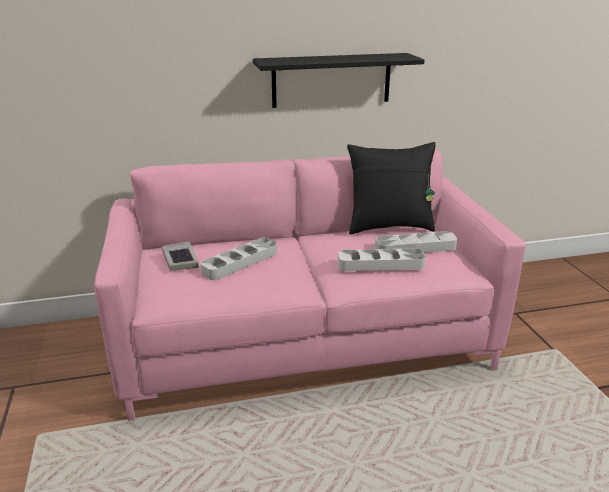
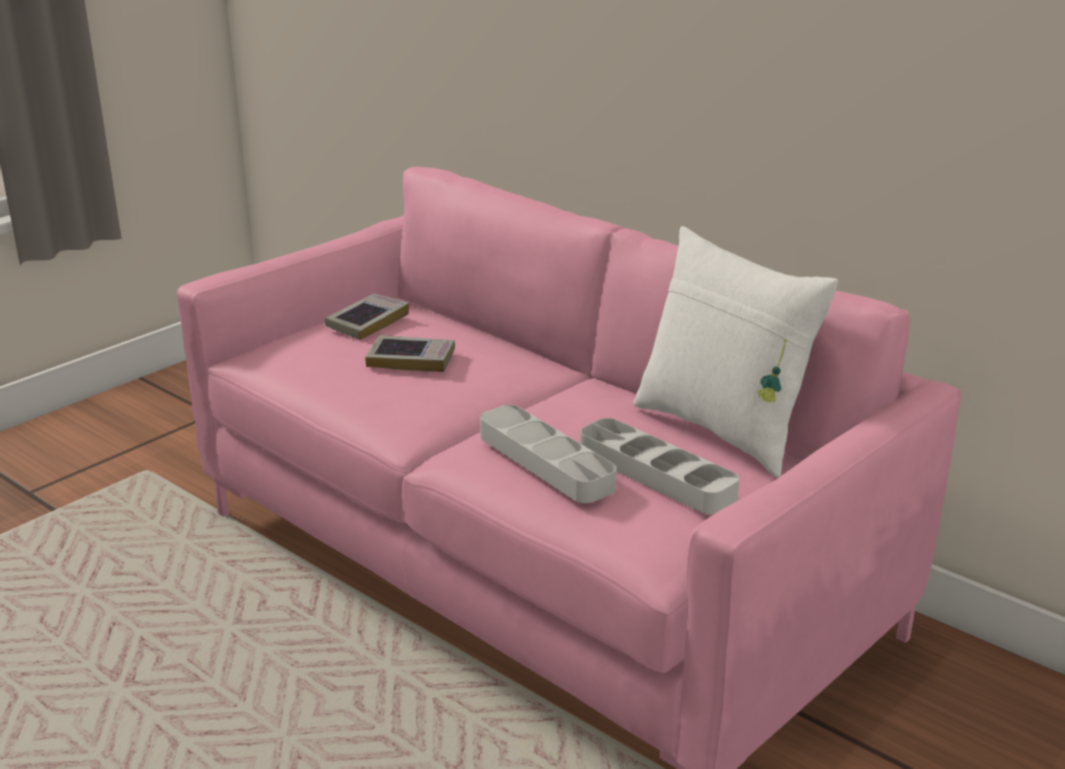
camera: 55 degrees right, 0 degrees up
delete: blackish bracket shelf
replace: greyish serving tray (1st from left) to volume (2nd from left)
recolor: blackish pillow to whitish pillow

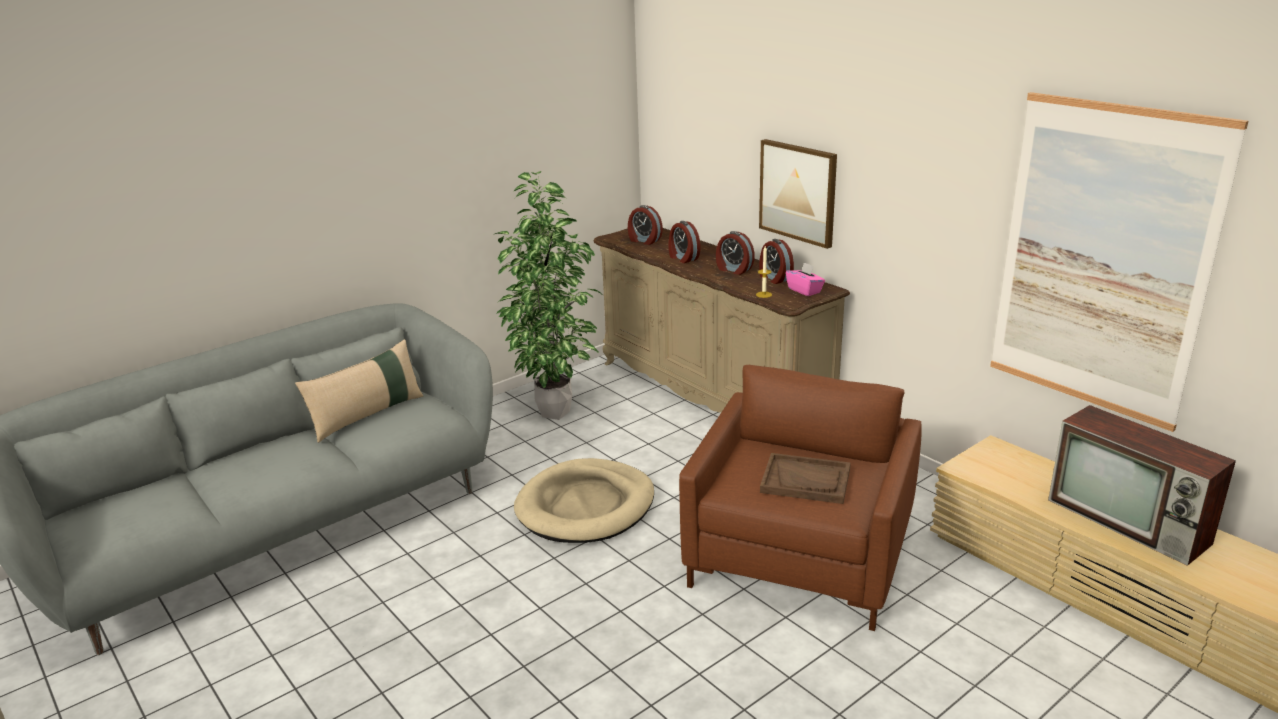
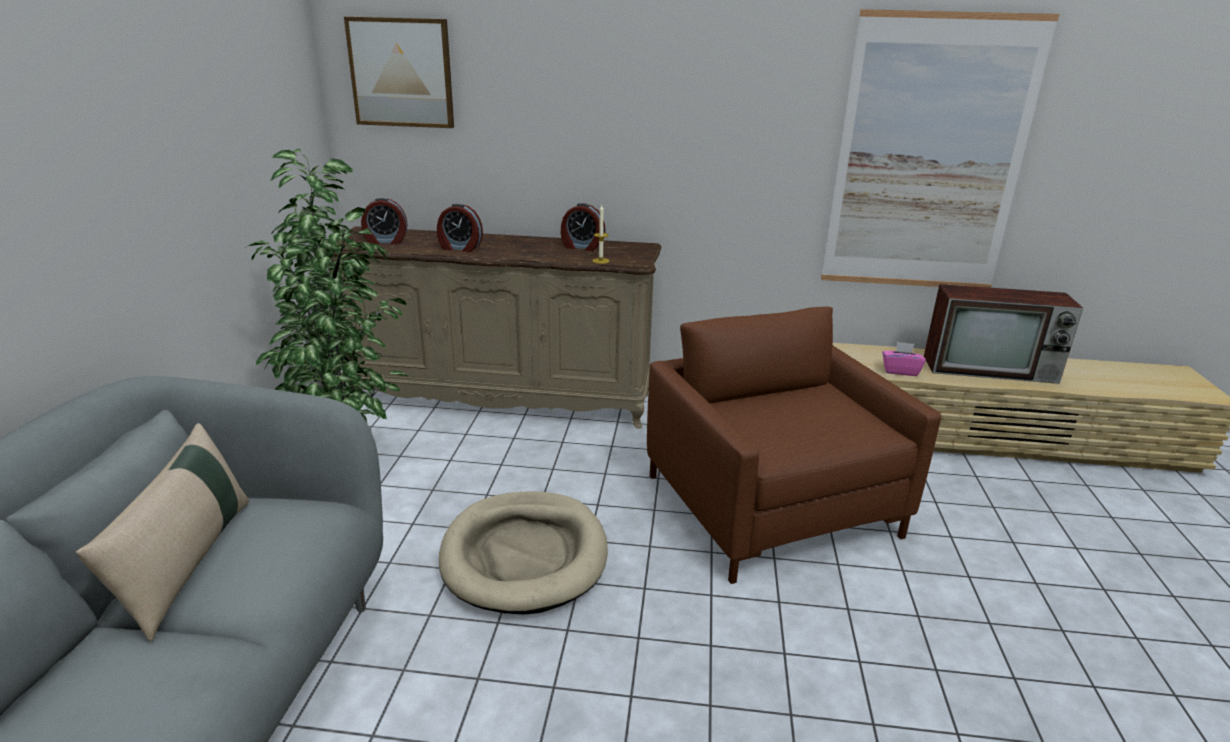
camera: 45 degrees left, 0 degrees up
delete: alarm clock (3rd from left); brownish serving tray
move: picture (1st from left); pink tissue holder

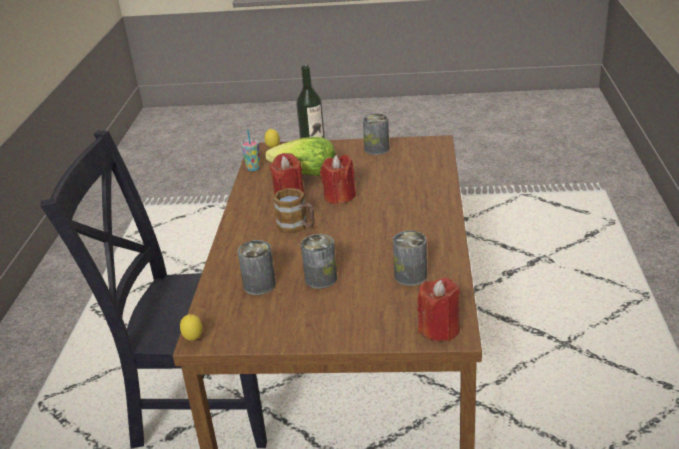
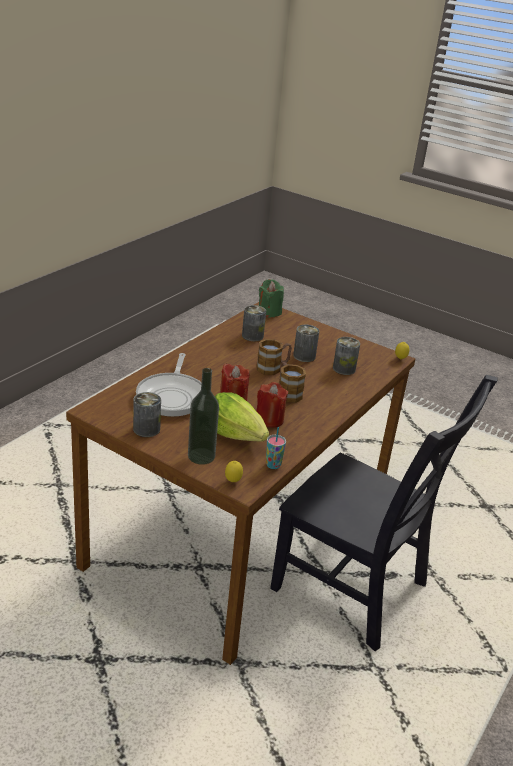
camera: 155 degrees left, 0 degrees up
insert: skillet; mug (1st from left)
recolor: red wax candle (3rd from left) to greenish wax candle

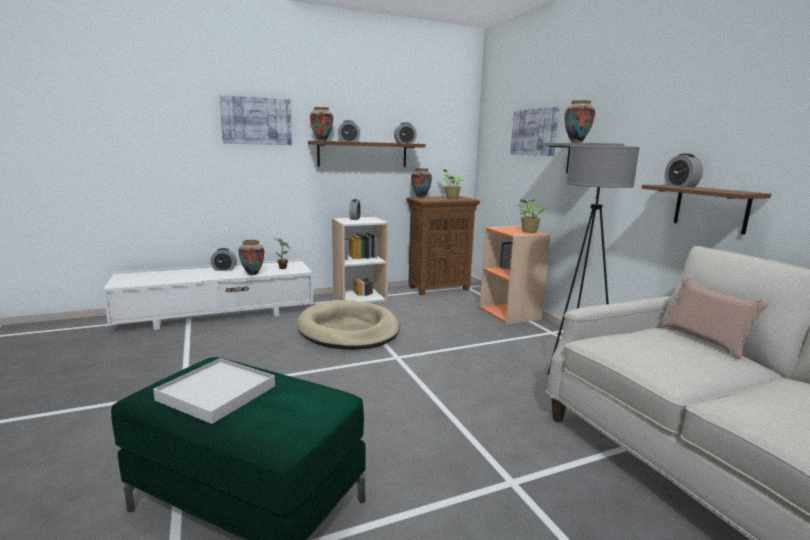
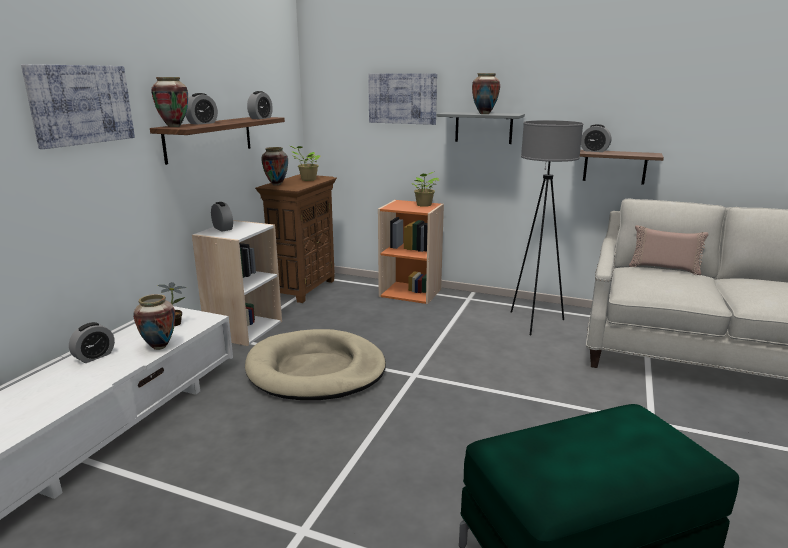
camera: 45 degrees left, 5 degrees up
delete: whitish serving tray

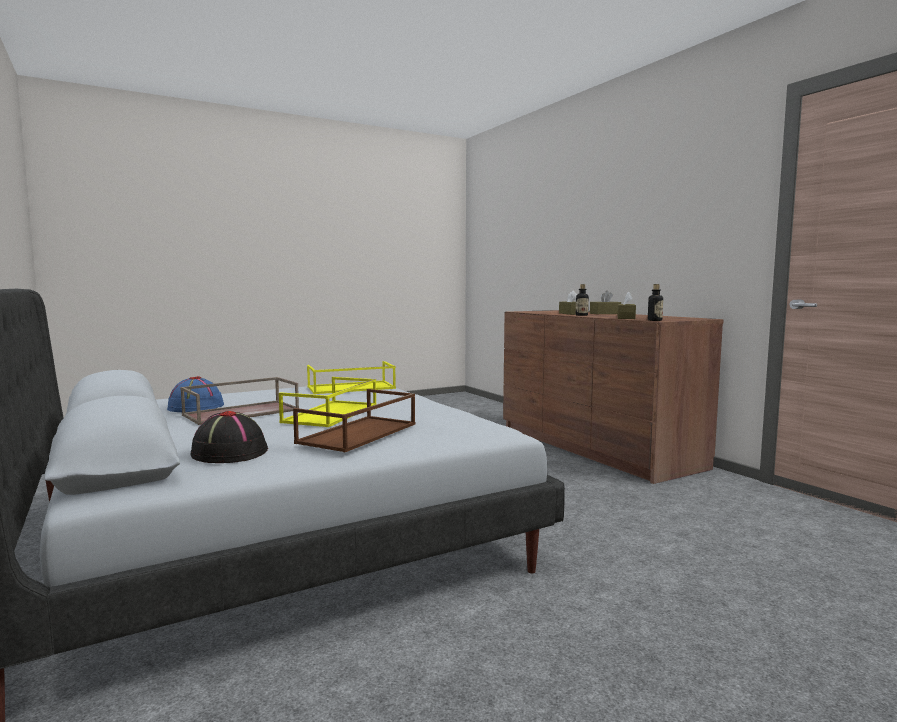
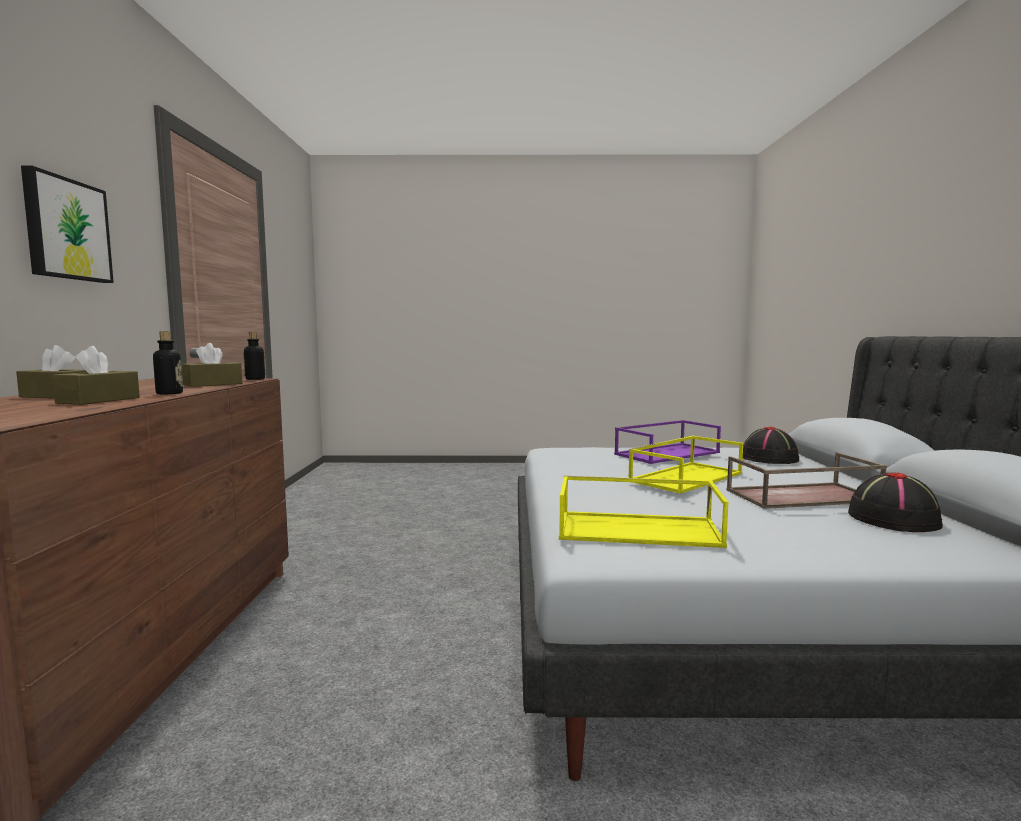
camera: 150 degrees left, 0 degrees up
insert: picture
recolor: bluish wearable hat to blackish wearable hat (2nd from left); brownish serving tray (2nd from left) to purplish serving tray

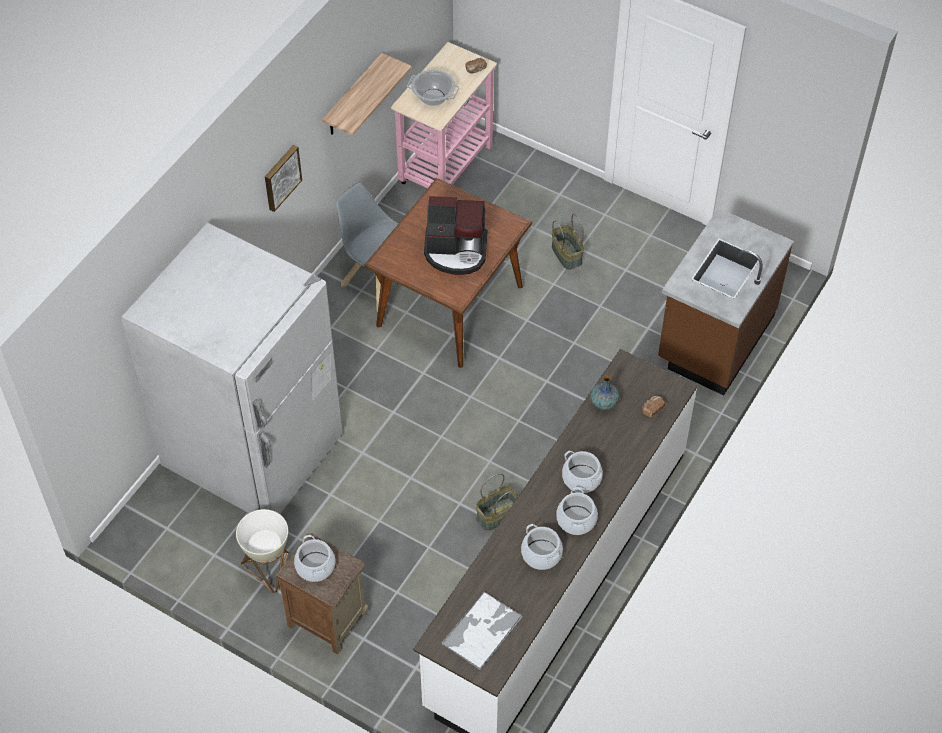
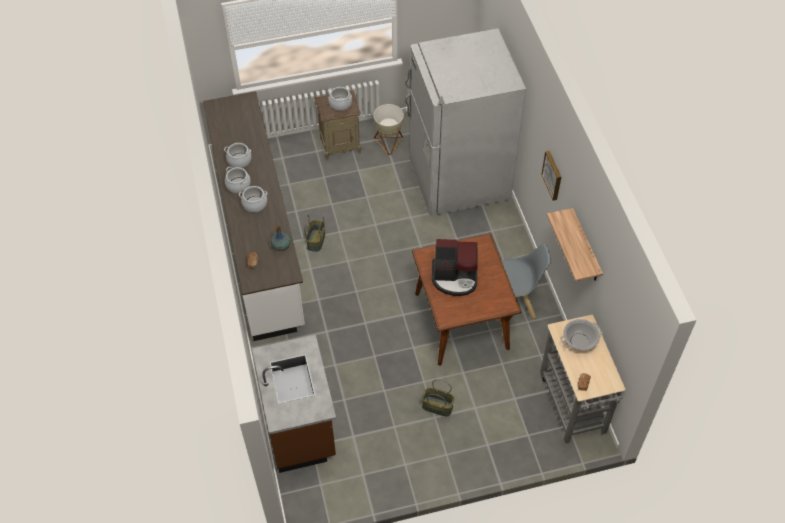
camera: 135 degrees right, 0 degrees up
delete: serving tray
recolor: pink trolley to greyish trolley
rotate: coffee maker 135 degrees counterclockwise

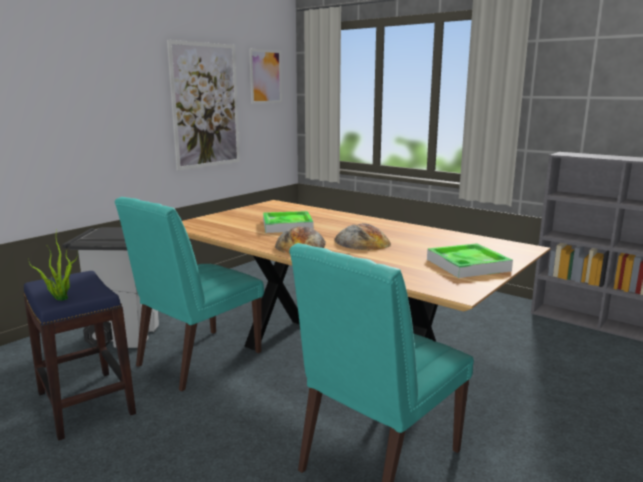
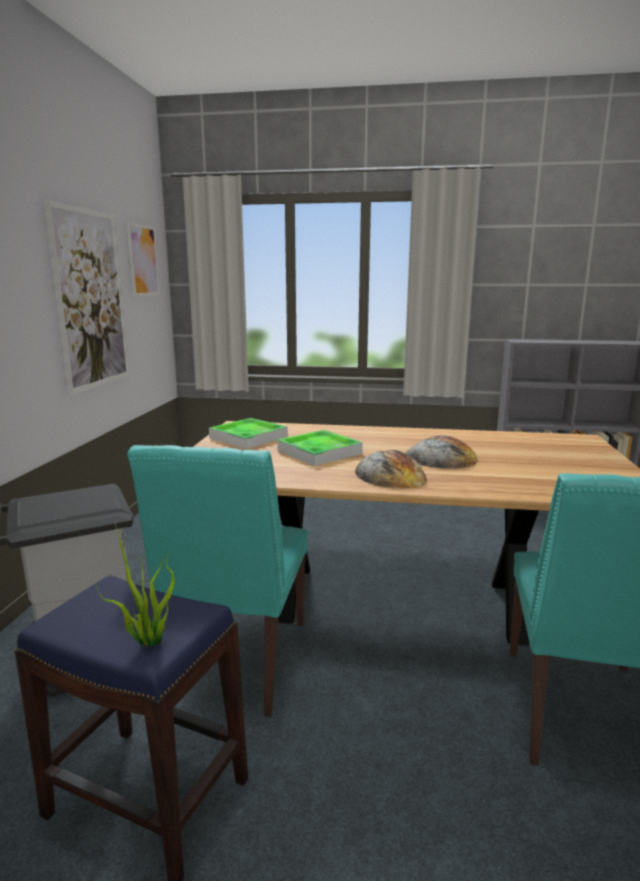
camera: 30 degrees left, 0 degrees up
move: serving tray (2nd from left in the first image) to serving tray (1st from left)

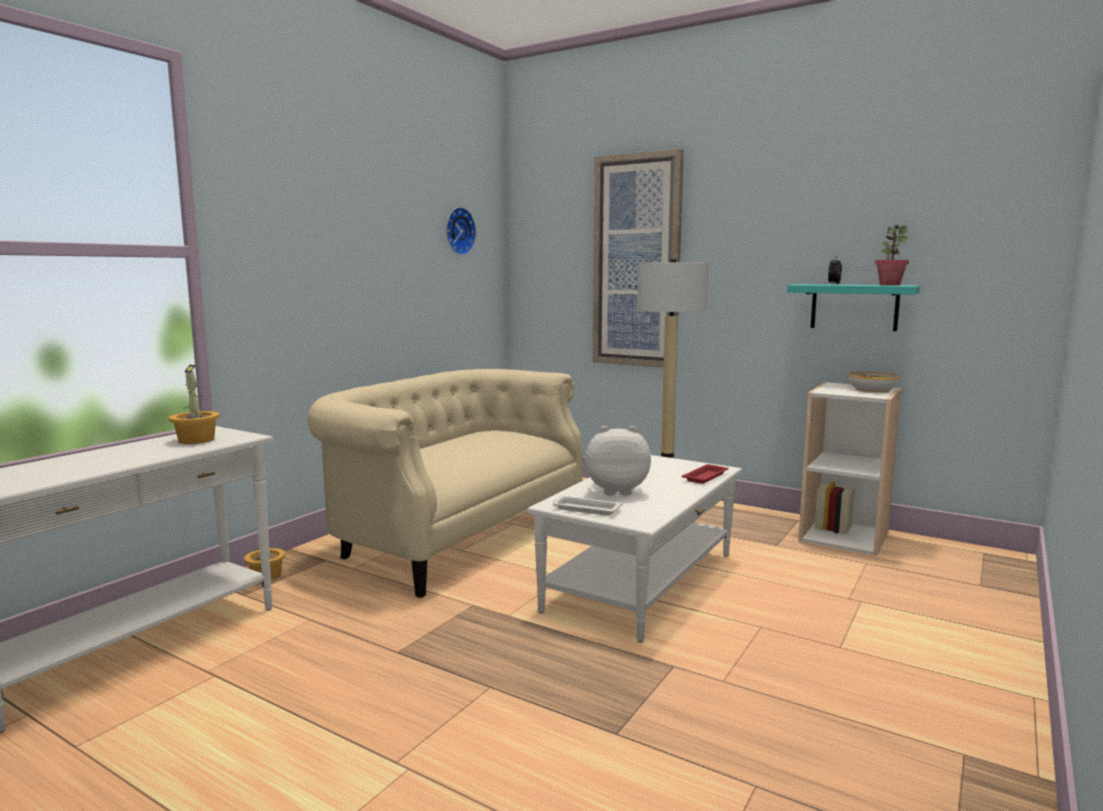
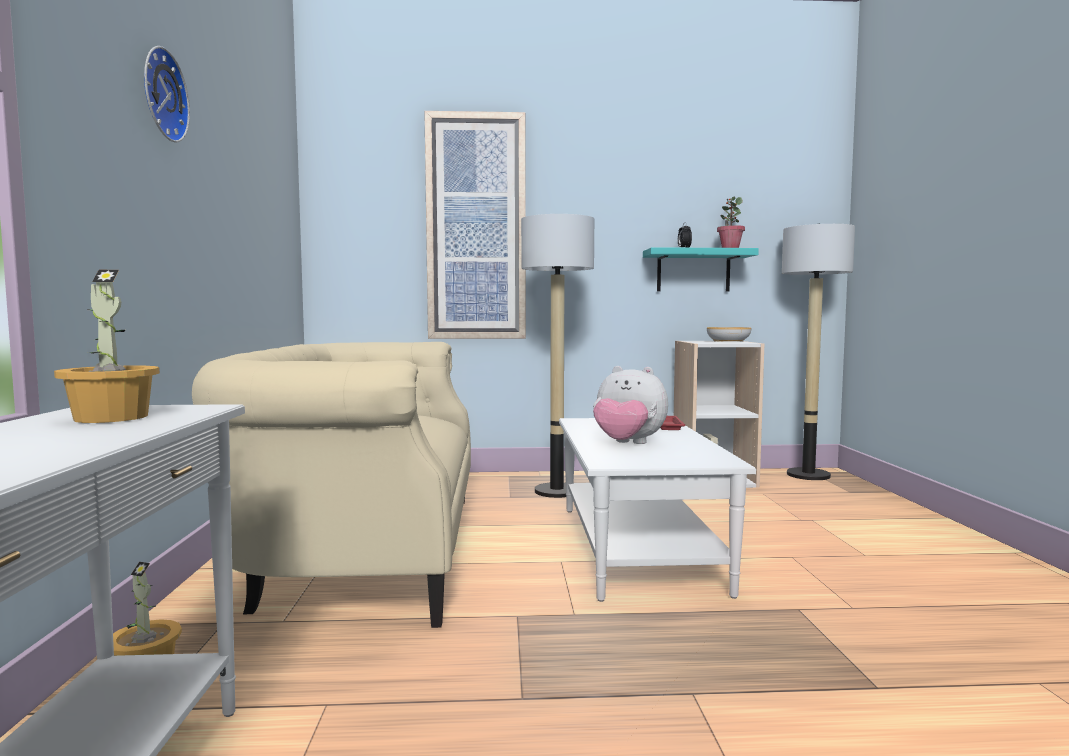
camera: 35 degrees left, 5 degrees down
delete: whitish serving tray
insert: floor lamp (2nd from left)
move: clock on the wall
rotate: cuddly toy 120 degrees counterclockwise

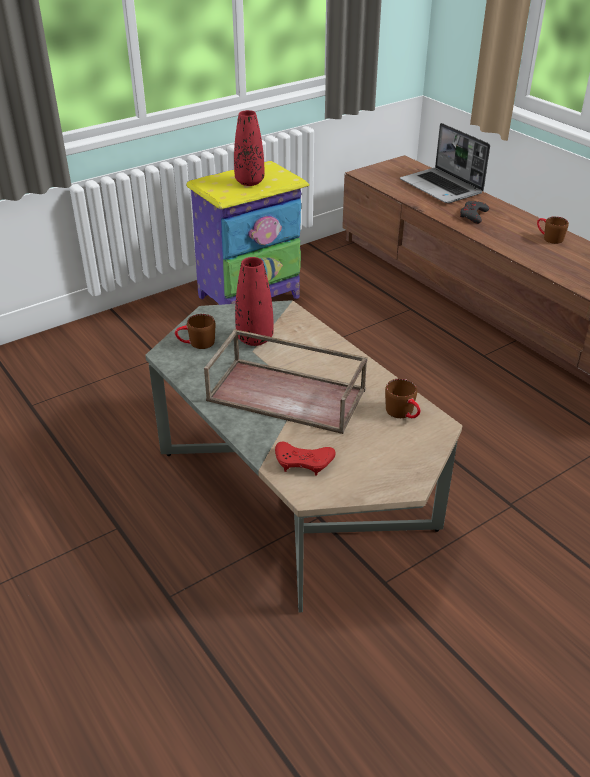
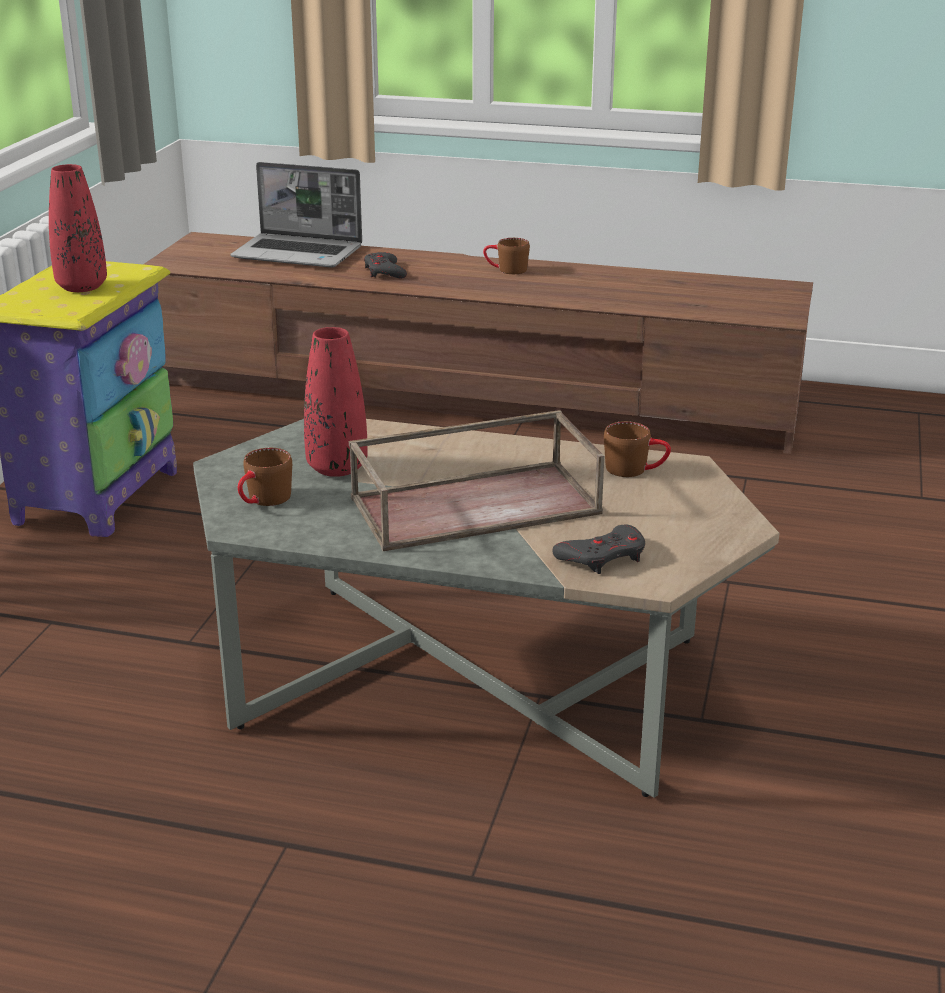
camera: 40 degrees left, 10 degrees down
recolor: red game controller to greyish game controller (2nd from left)

